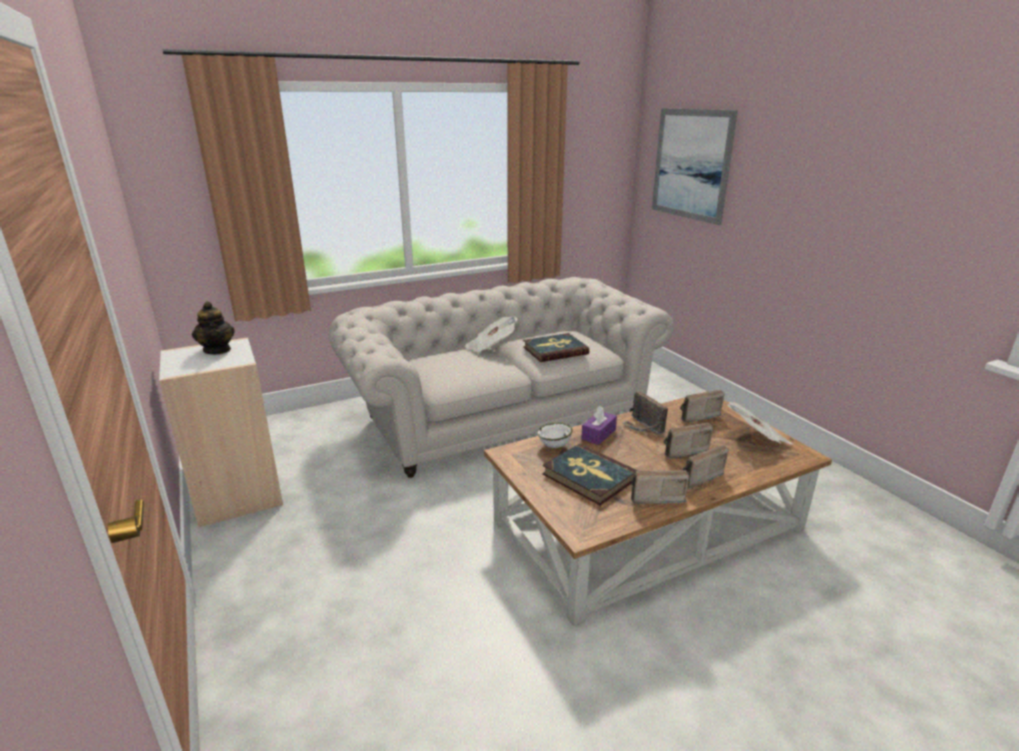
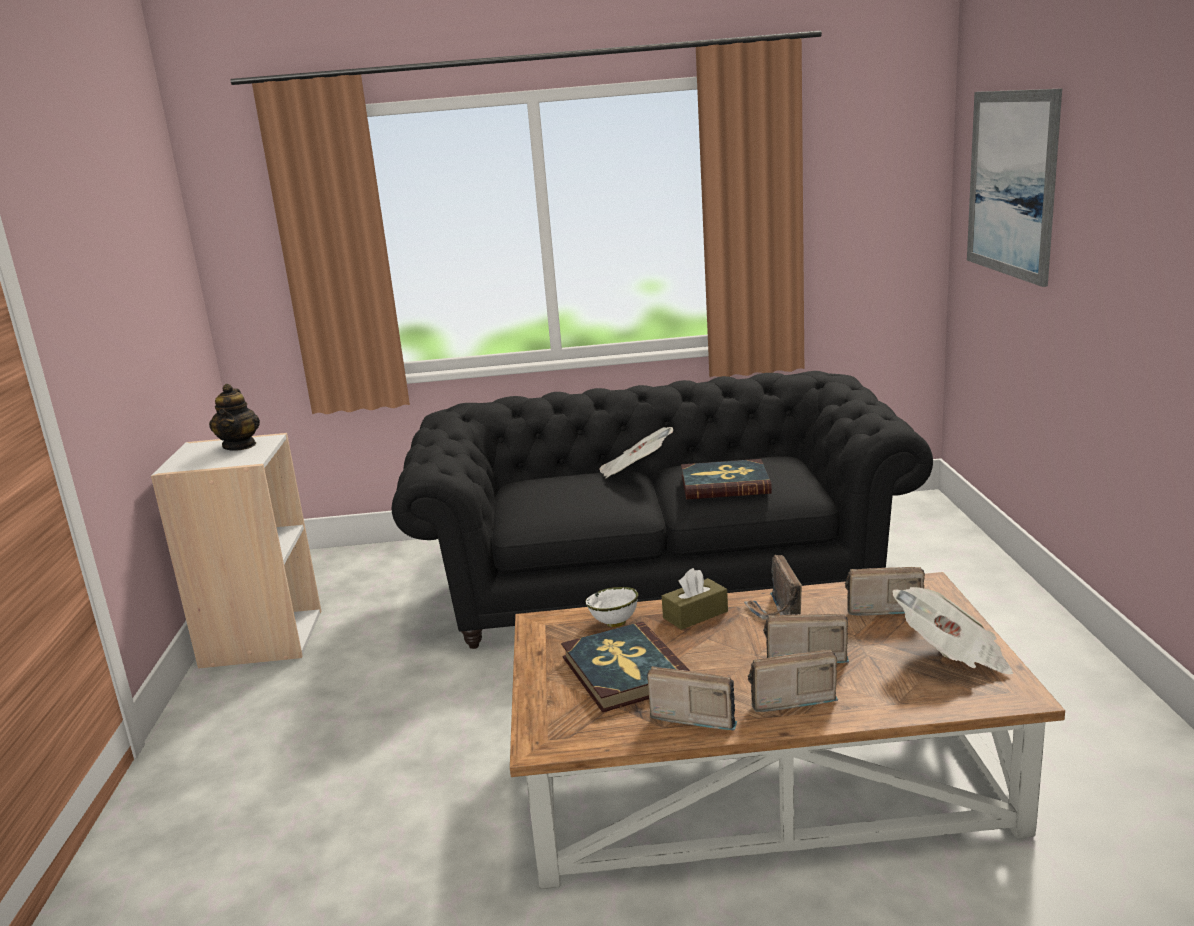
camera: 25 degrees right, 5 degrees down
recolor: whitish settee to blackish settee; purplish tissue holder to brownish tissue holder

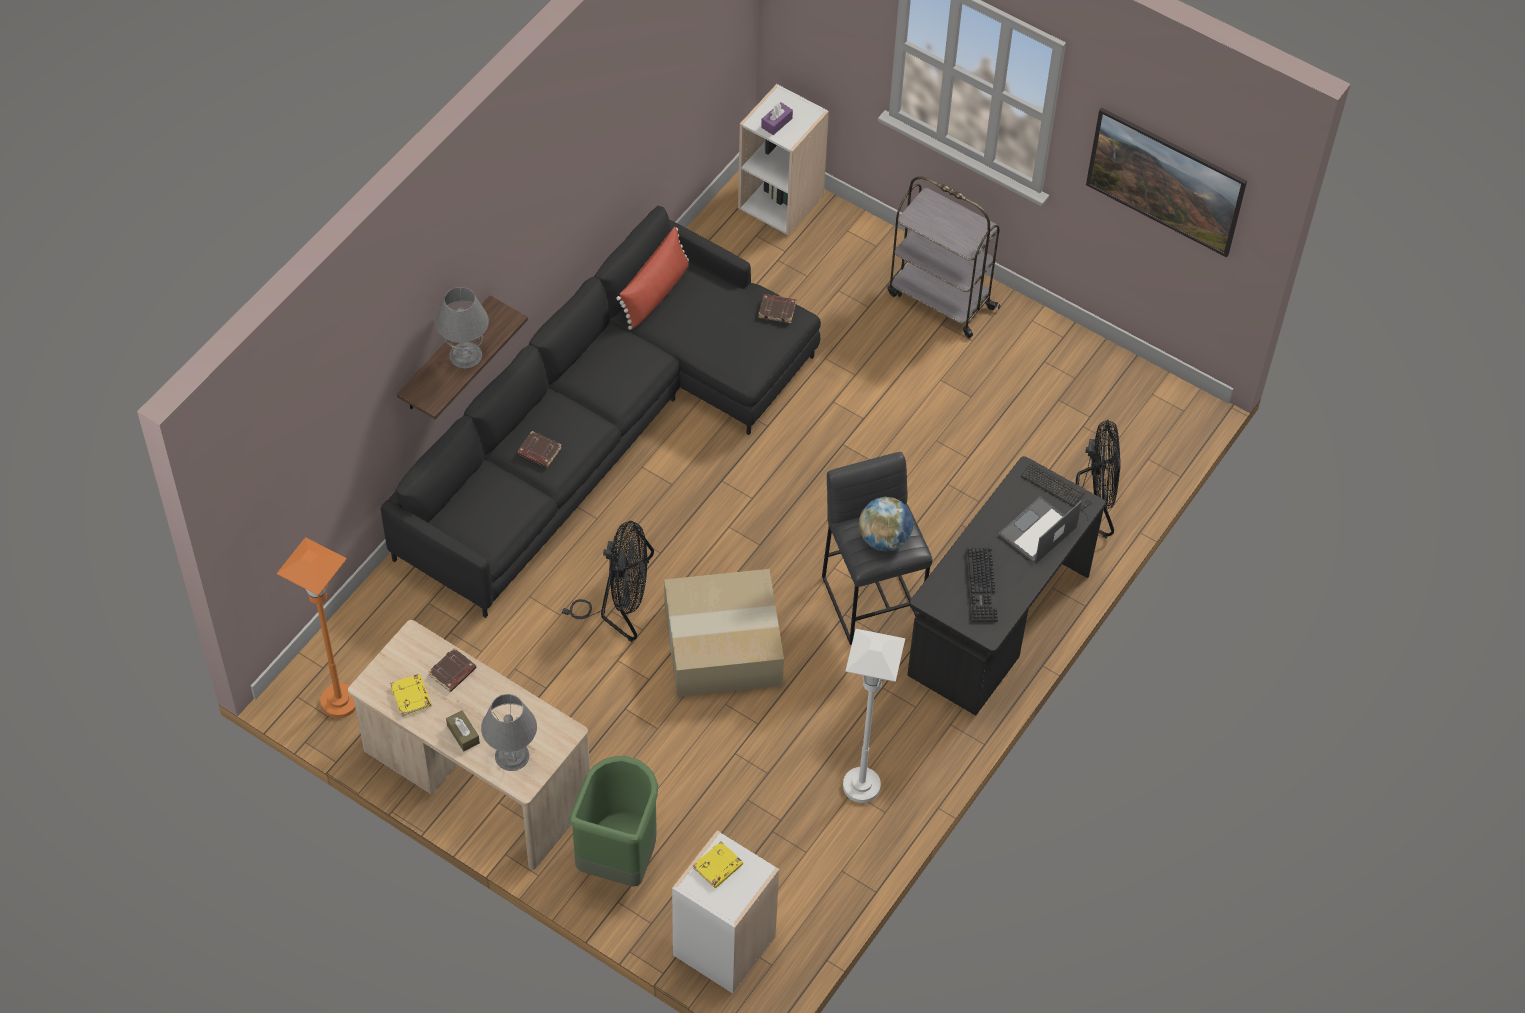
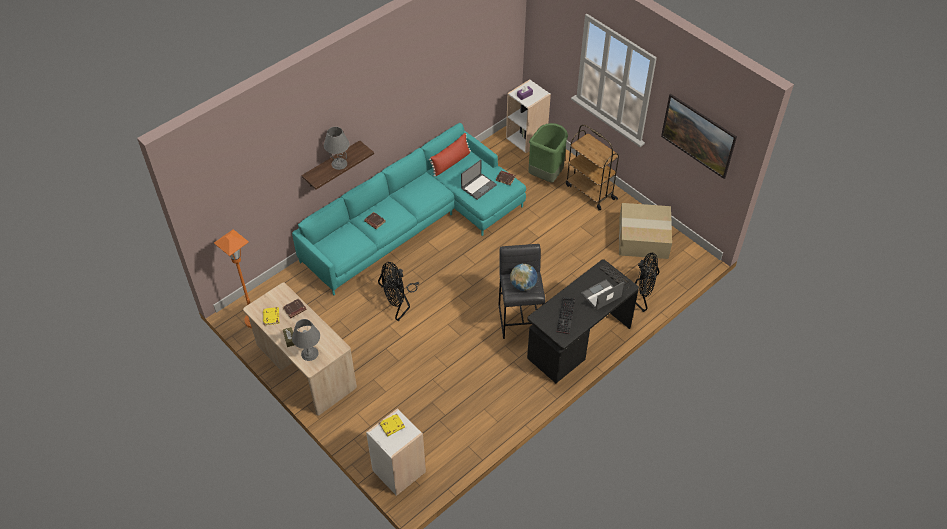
camera: 15 degrees right, 5 degrees down
delete: whitish floor lamp
insert: laptop (1st from left)
move: greenish trash can; cardboard box
recolor: blackish settee to turquoise settee; greyish trolley to brownish trolley
rotate: blackish fan (1st from left) 135 degrees clockwise

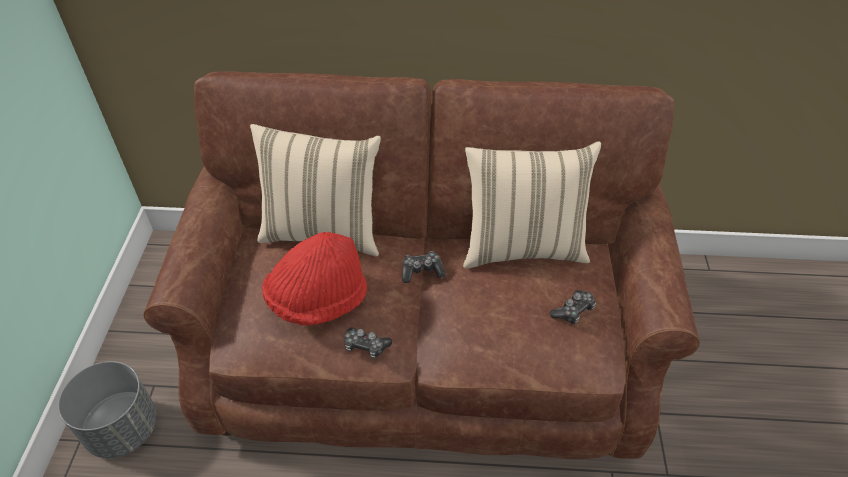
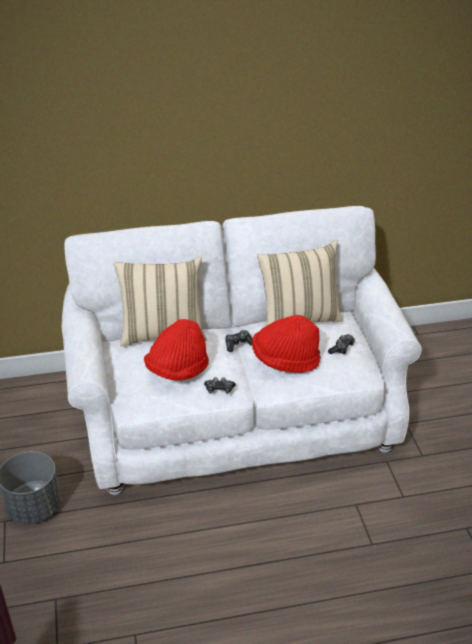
camera: 15 degrees left, 10 degrees down
insert: red wearable hat (2nd from left)
recolor: brownish settee to whitish settee

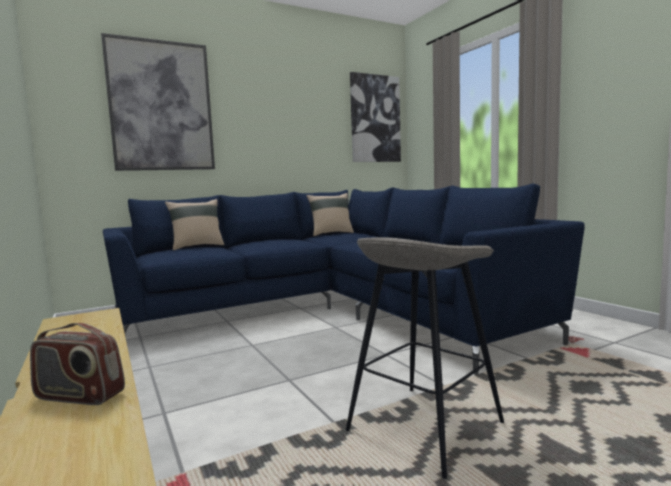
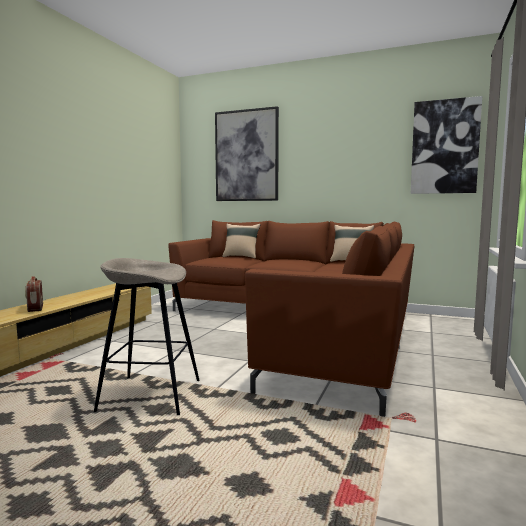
camera: 50 degrees right, 0 degrees up
recolor: bluish settee to brownish settee

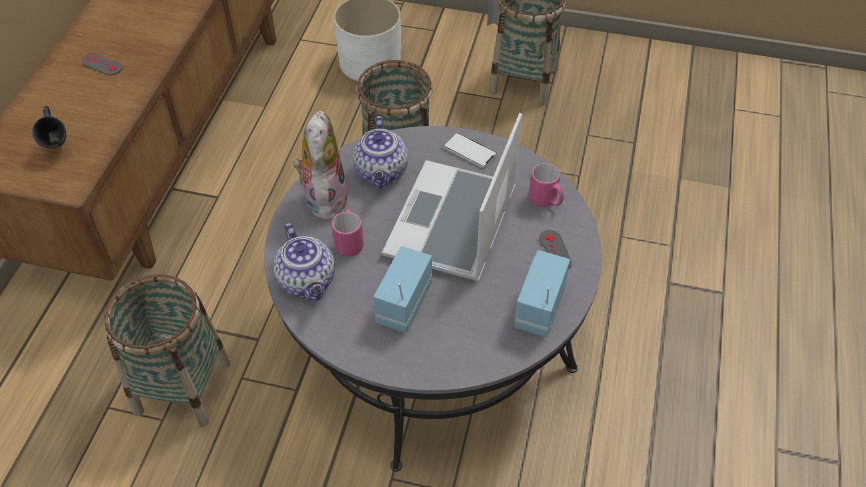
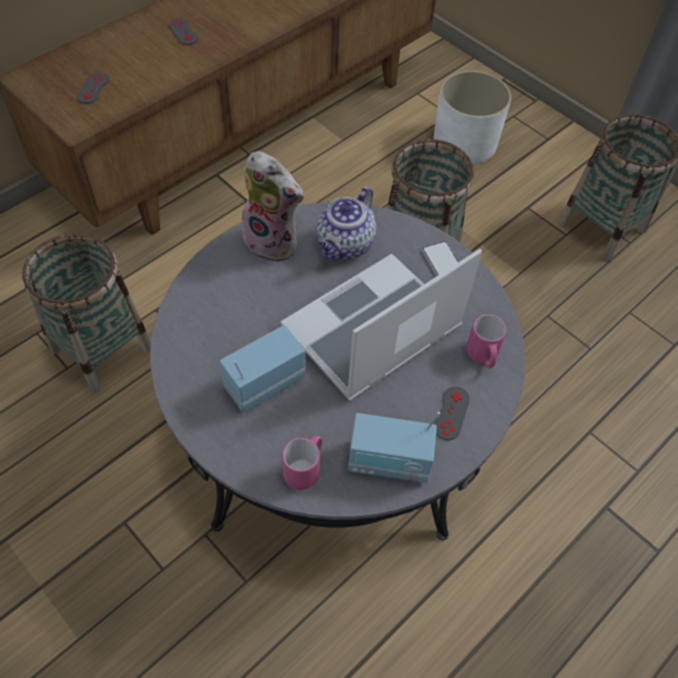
camera: 30 degrees right, 5 degrees up
delete: tea pot (1st from left)
move: pink mug (1st from left)
replace: bluish mug to greyish game controller (1st from left)
rotate: cuddly toy 90 degrees clockwise; radio (2nd from left) 135 degrees counterclockwise

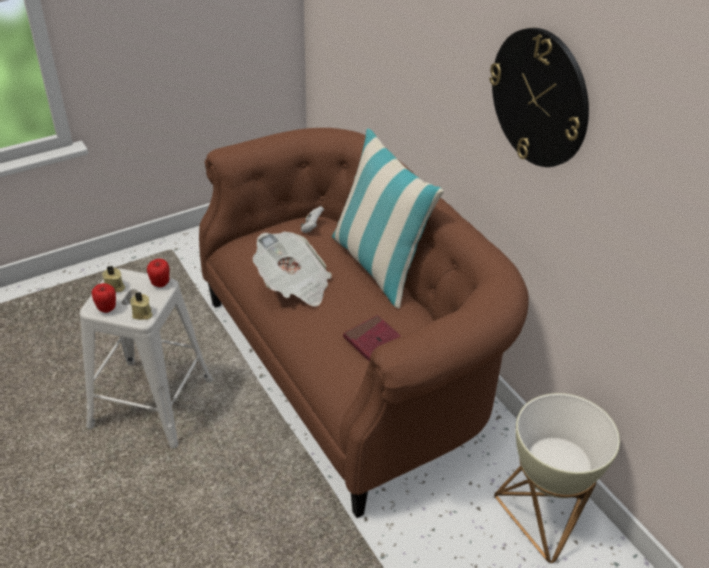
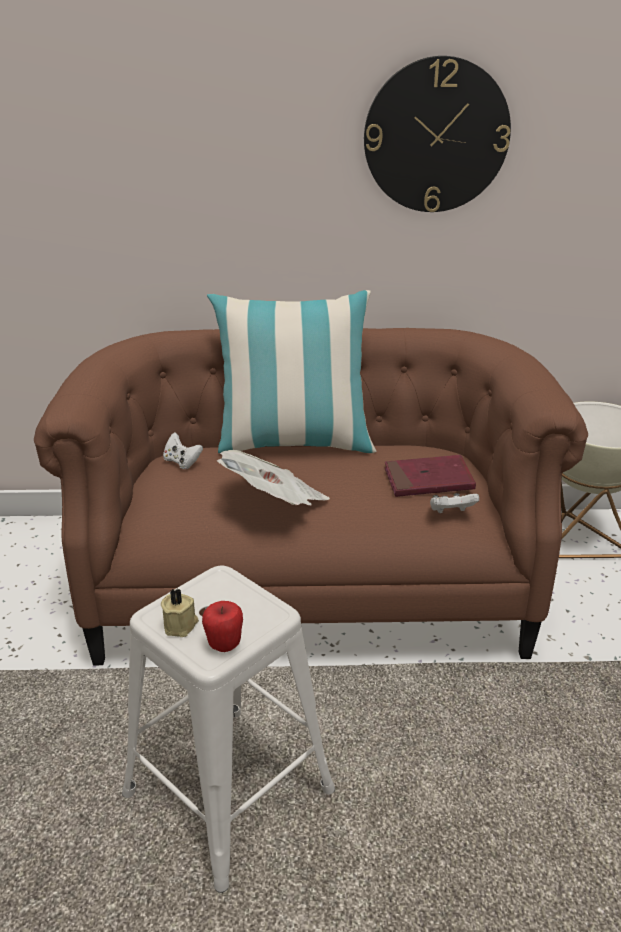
camera: 60 degrees left, 10 degrees down
delete: beige-coloured wax candle (2nd from left); apple (2nd from left)
insert: whitish game controller (2nd from left)

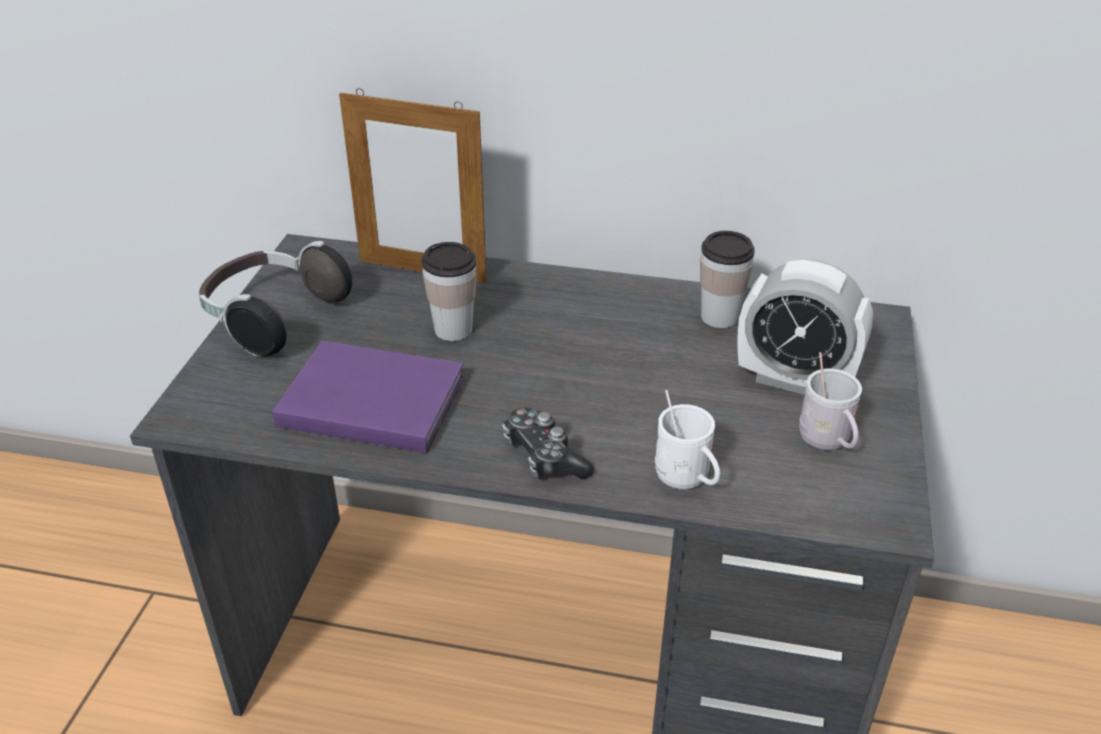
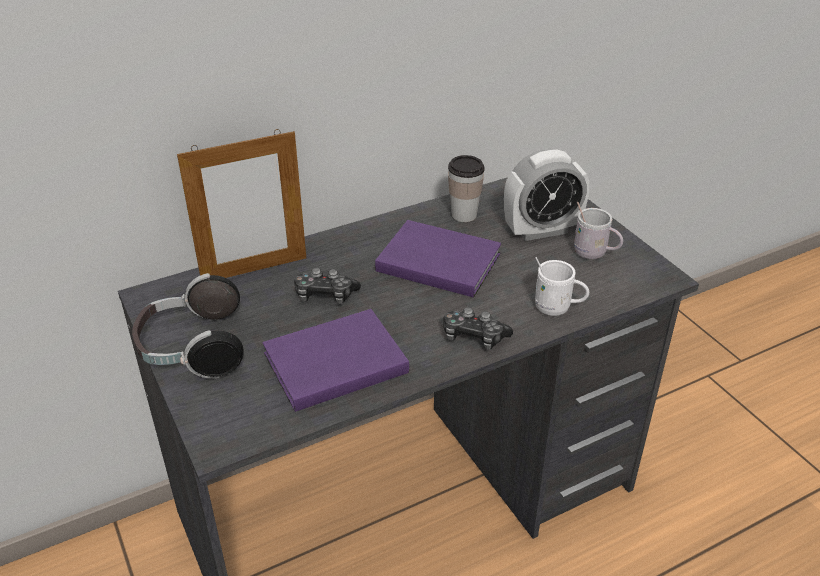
camera: 40 degrees left, 0 degrees up
insert: purplish volume (2nd from left)
replace: small cup (1st from left) to game controller (1st from left)

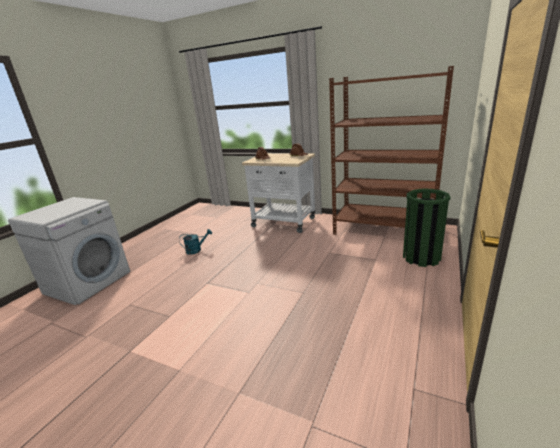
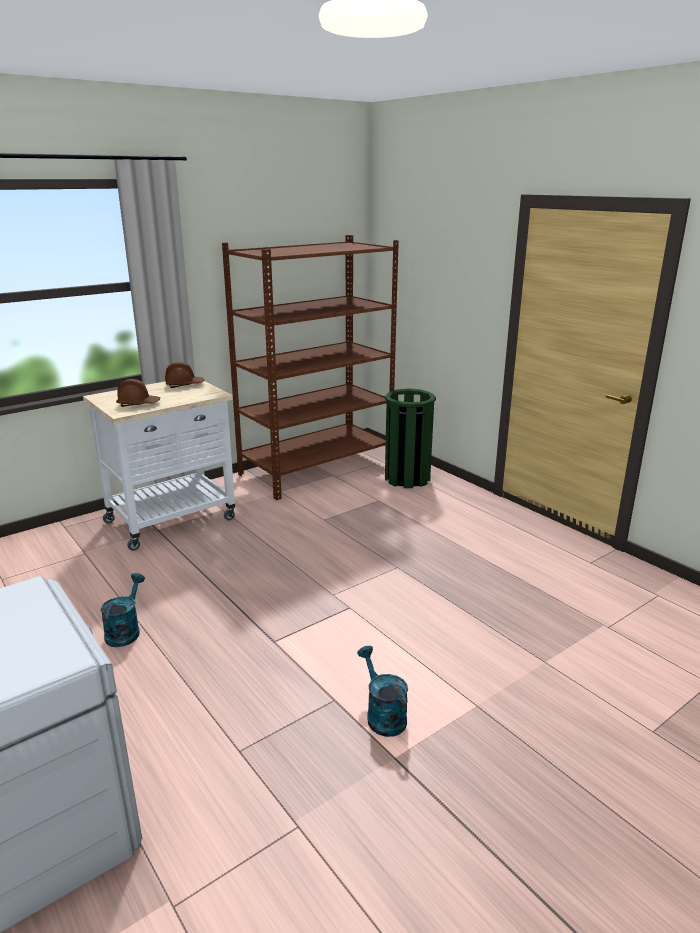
camera: 65 degrees left, 0 degrees up
insert: turquoise watering can (2nd from left)

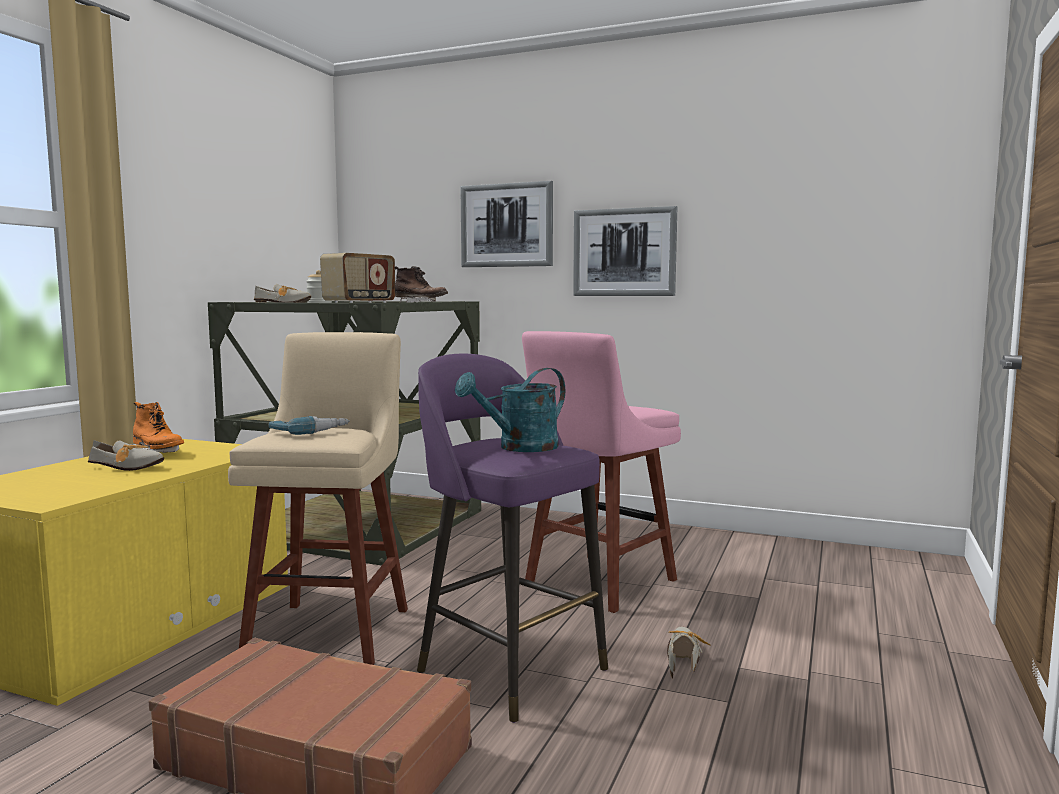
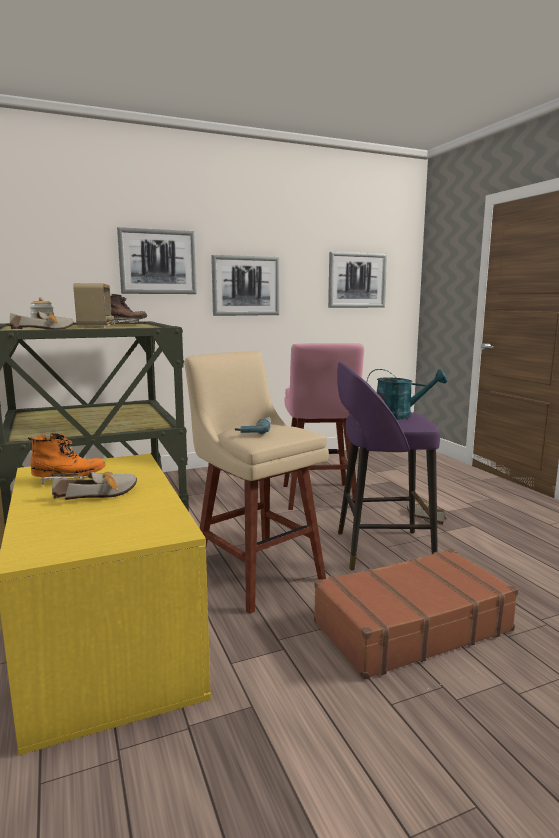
camera: 45 degrees left, 5 degrees up
insert: picture (3rd from left)
rotate: turquoise watering can 90 degrees counterclockwise

